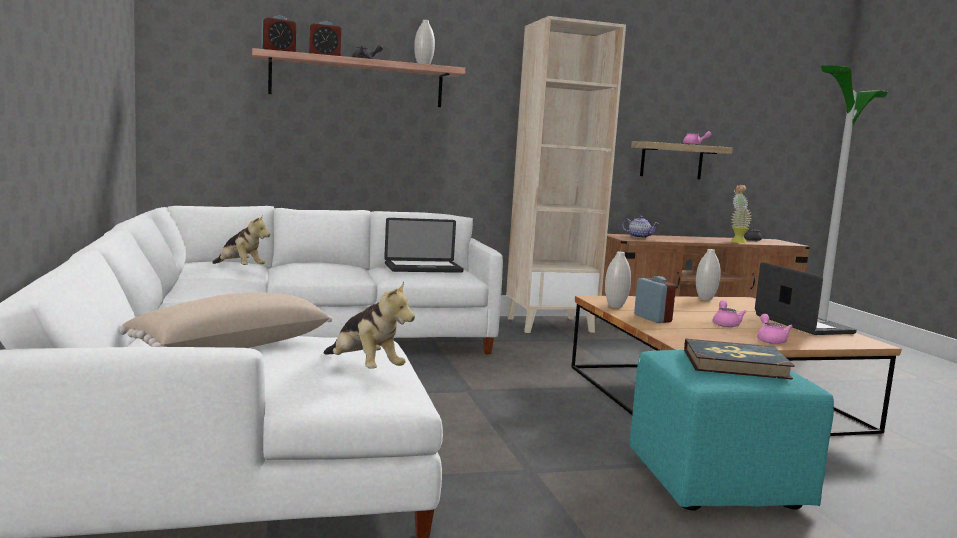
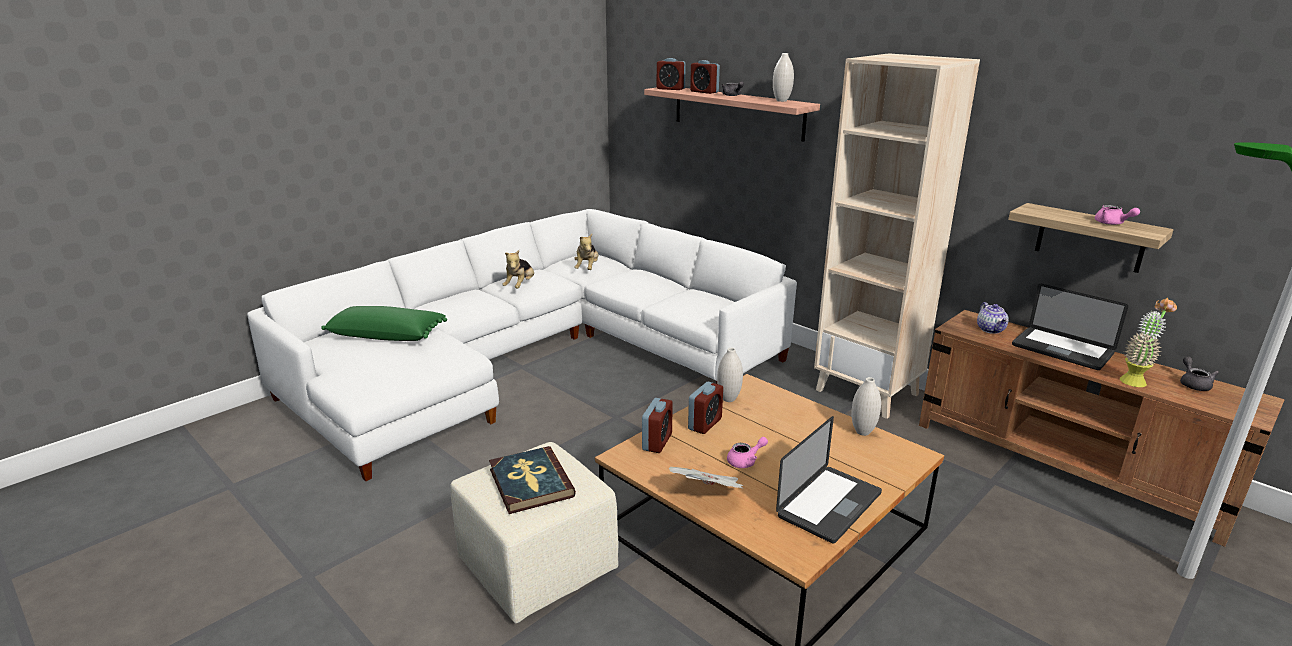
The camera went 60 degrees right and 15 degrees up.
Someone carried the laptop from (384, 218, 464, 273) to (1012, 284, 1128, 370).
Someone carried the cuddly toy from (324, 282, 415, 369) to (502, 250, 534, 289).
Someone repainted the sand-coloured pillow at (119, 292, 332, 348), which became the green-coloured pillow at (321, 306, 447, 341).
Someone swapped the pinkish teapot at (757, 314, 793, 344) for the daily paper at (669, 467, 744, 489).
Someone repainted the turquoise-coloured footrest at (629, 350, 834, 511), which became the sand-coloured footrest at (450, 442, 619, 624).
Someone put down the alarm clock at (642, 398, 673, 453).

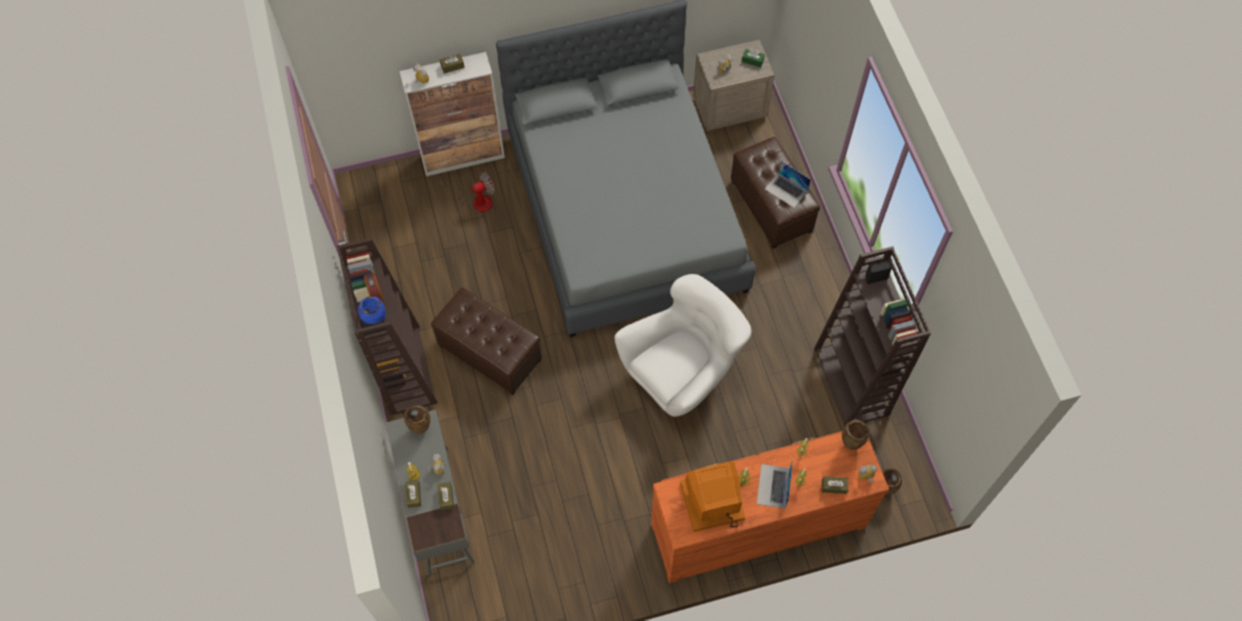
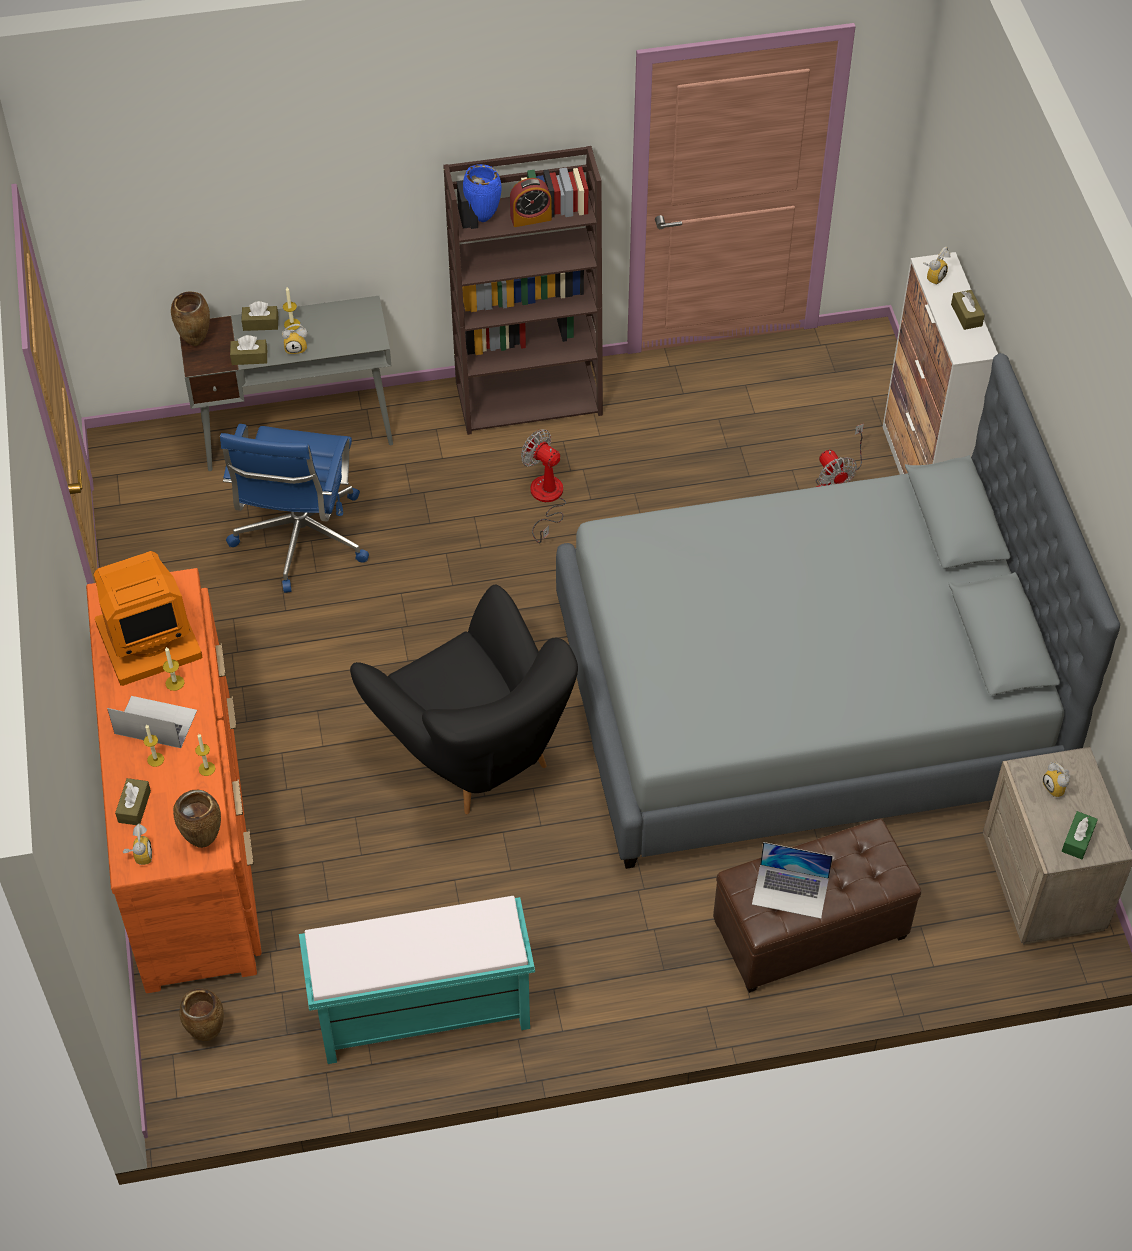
The camera went 95 degrees right and 10 degrees down.
Someone rotated the laptop at (765, 161, 811, 208) by 120 degrees counterclockwise.
Someone swapped the brown bookshelf at (814, 246, 931, 426) for the turquoise-coloured indoor bench at (299, 896, 535, 1064).
Someone repainted the white lounge chair at (614, 274, 752, 417), which became the blackish lounge chair at (350, 584, 578, 814).
Someone swapped the brown footrest at (431, 287, 542, 395) for the electric fan at (521, 429, 566, 543).
Someone carried the brown decorative vase from (404, 405, 430, 434) to (171, 291, 210, 346).
Someone rotated the monitor at (680, 462, 745, 532) by 75 degrees clockwise.
Someone put down the blue-coloured office chair at (220, 424, 369, 593).

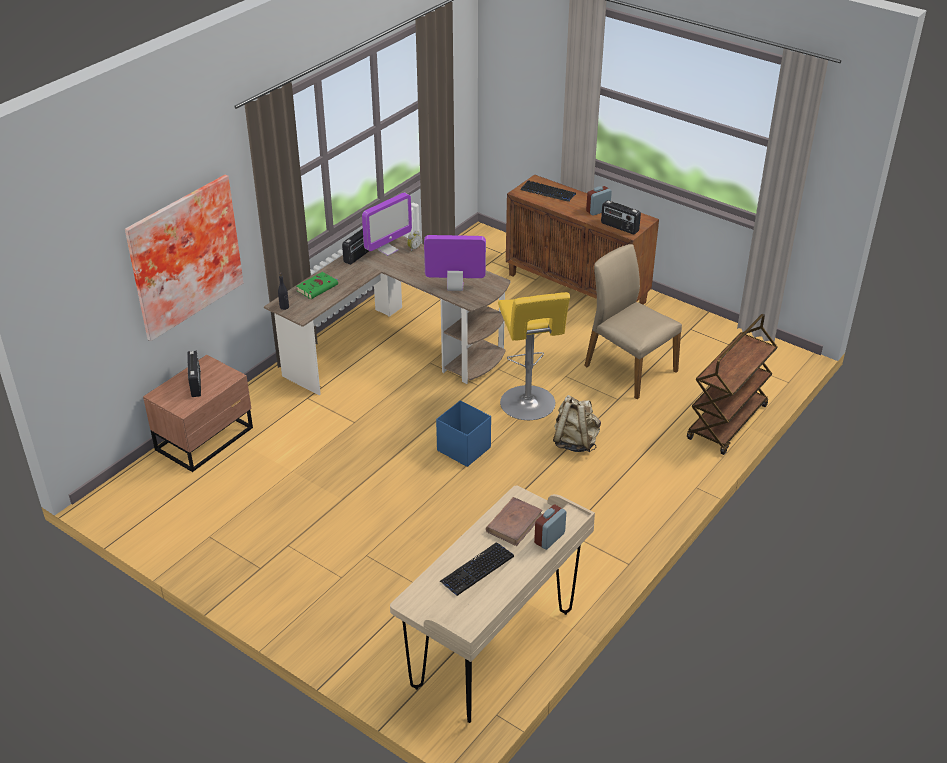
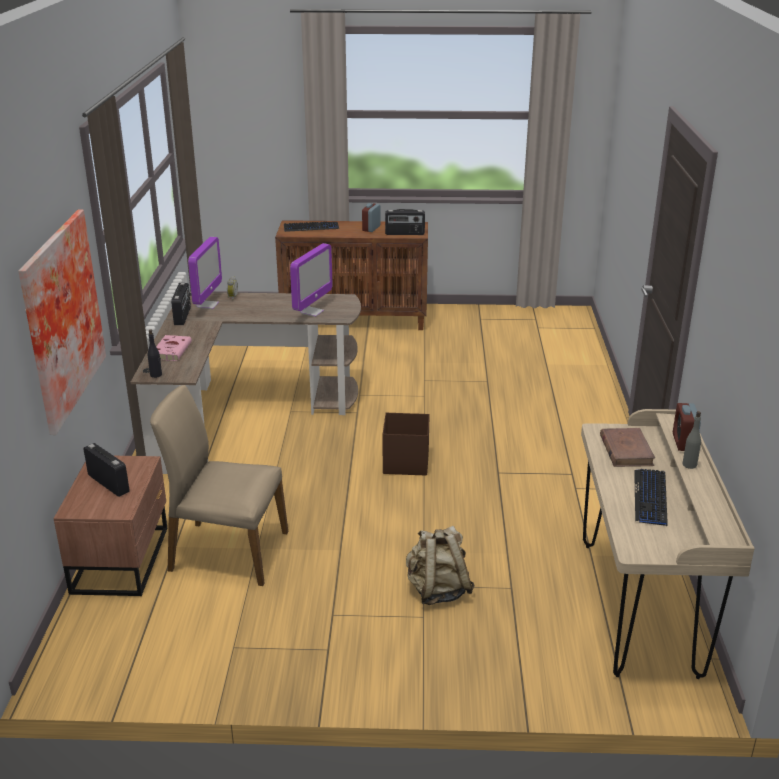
The camera went 35 degrees left and 10 degrees down.
Someone rotated the monitor at (424, 235, 486, 291) by 150 degrees clockwise.
Someone carried the sand-coloured chair from (584, 244, 682, 399) to (150, 385, 288, 586).
Someone repainted the green-coloured book at (297, 272, 338, 299), which became the pinkish book at (156, 335, 192, 361).
Someone took away the yellowish sitting stool at (498, 292, 570, 420).
Someone took away the brown wheeled cart at (687, 314, 778, 455).
Someone carried the sand-coloured knapsack from (553, 395, 601, 452) to (406, 526, 475, 605).
Someone repainted the blue-coloured storage container at (436, 400, 491, 467), which became the brown storage container at (383, 413, 430, 476).
Someone put down the gray beverage bottle at (682, 411, 701, 469).

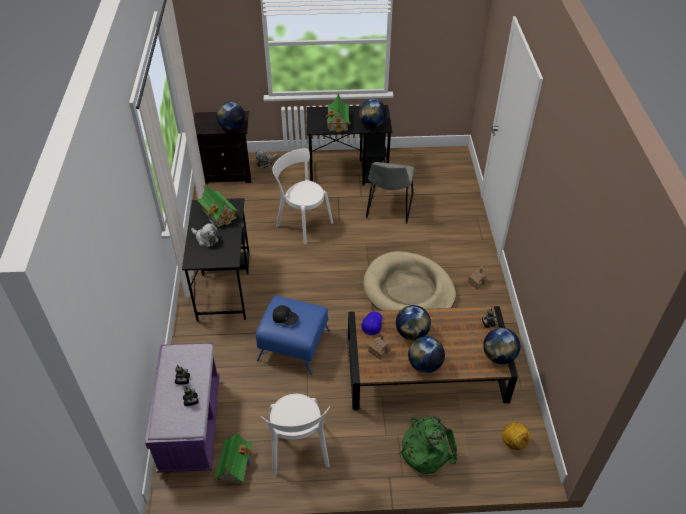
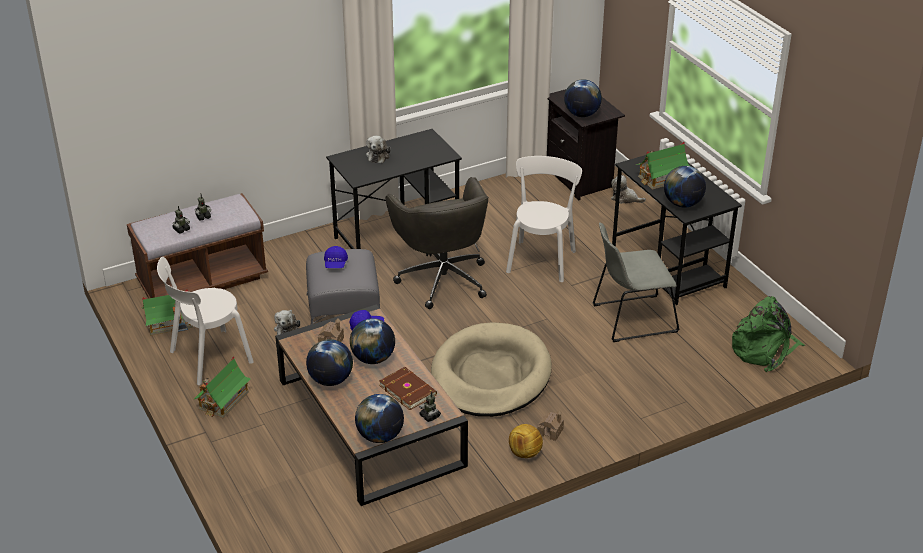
The camera went 65 degrees right and 10 degrees down.
Someone carried the toy house from (198, 183, 238, 227) to (194, 356, 251, 418).
Someone repainted the blue-coloured footrest at (256, 296, 330, 375), which became the gray footrest at (306, 249, 380, 325).
Someone repainted the blackish cap at (273, 305, 299, 325), which became the blue-coloured cap at (324, 246, 348, 268).
Someone repainted the purple-coloured indoor bench at (145, 343, 220, 473), which became the brown indoor bench at (127, 193, 268, 298).
Someone carried the green-coloured knapsack from (398, 415, 457, 474) to (732, 296, 805, 372).
Someone carried the football ball from (502, 422, 530, 450) to (509, 424, 543, 458).
Someone put down the gray office chair at (386, 177, 489, 309).
Someone put down the cuddly toy at (274, 310, 300, 335).
Someone put down the brown book at (379, 367, 437, 410).

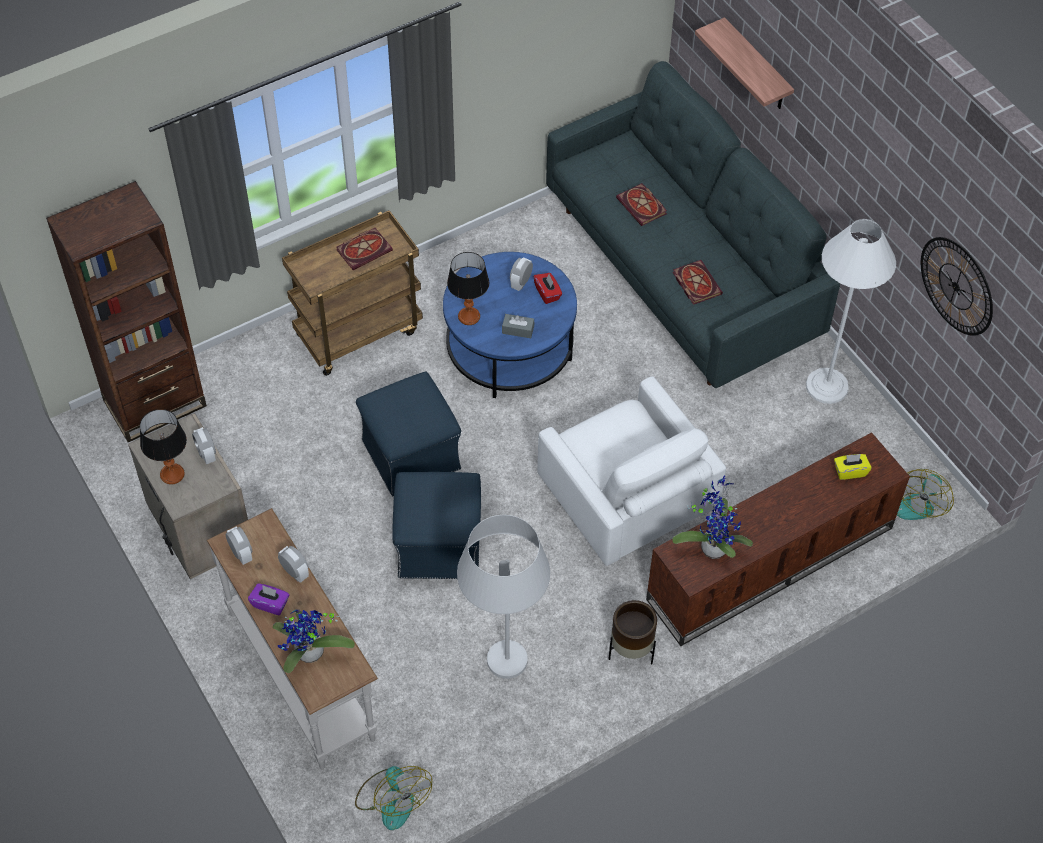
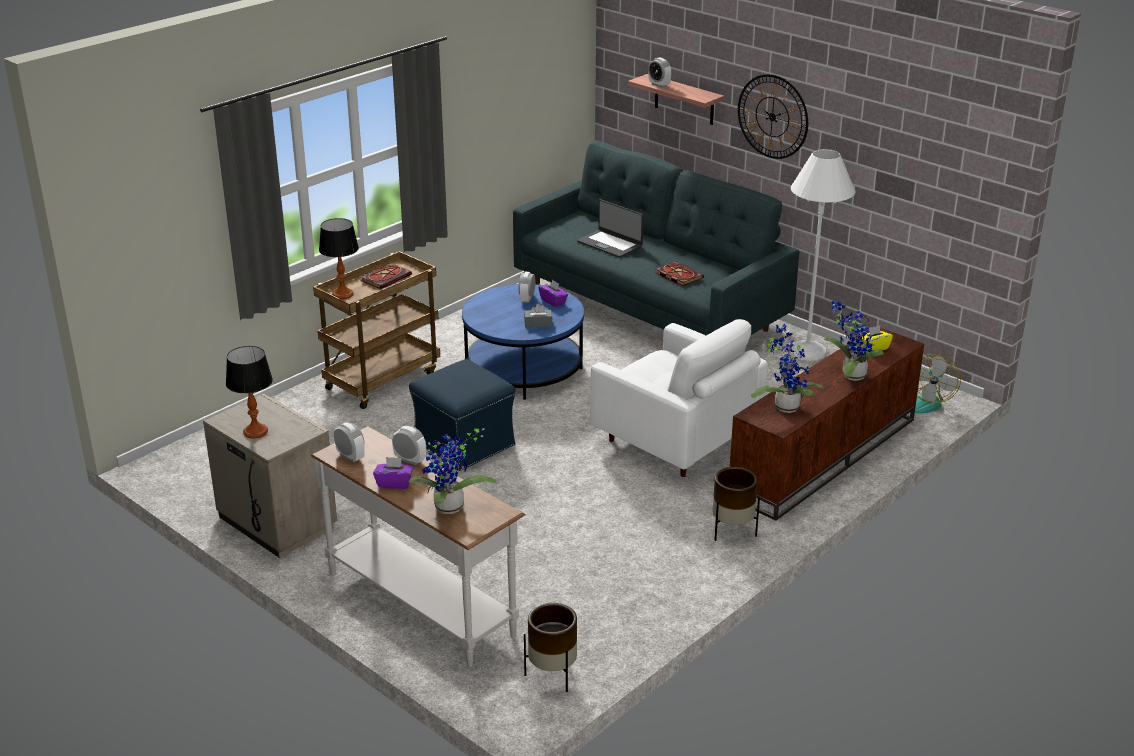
The camera went 15 degrees left and 25 degrees down.
Someone took away the brown bookshelf at (46, 181, 207, 442).
Someone swapped the book at (616, 183, 667, 226) for the laptop at (577, 199, 644, 258).
Someone carried the hanging clock from (921, 237, 993, 336) to (738, 74, 808, 159).
Someone carried the tabletop lamp from (447, 252, 489, 325) to (319, 218, 359, 299).
Someone repainted the reddish box of tissues at (534, 273, 562, 304), which became the purple-coloured box of tissues at (539, 279, 568, 307).
Someone carried the alarm clock from (192, 427, 216, 464) to (648, 57, 671, 88).
Someone took away the blue-coloured footrest at (392, 472, 481, 579).
Someone took away the white standing lamp at (457, 515, 550, 679).
Someone swapped the electric fan at (355, 766, 432, 830) for the brown plant pot at (524, 603, 577, 692).
Someone put down the plant in a pot at (824, 300, 884, 381).

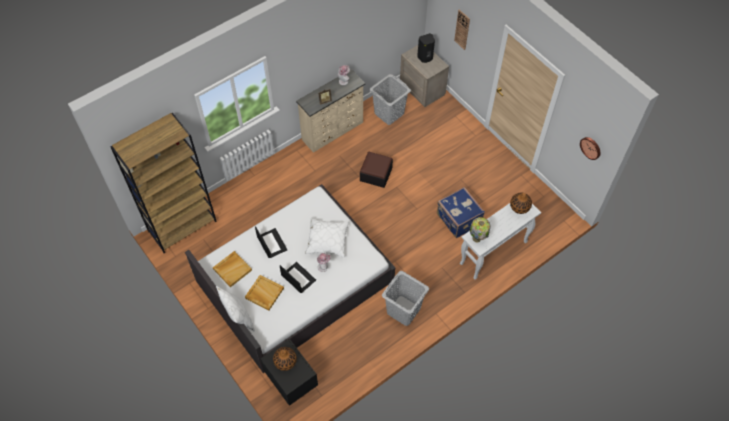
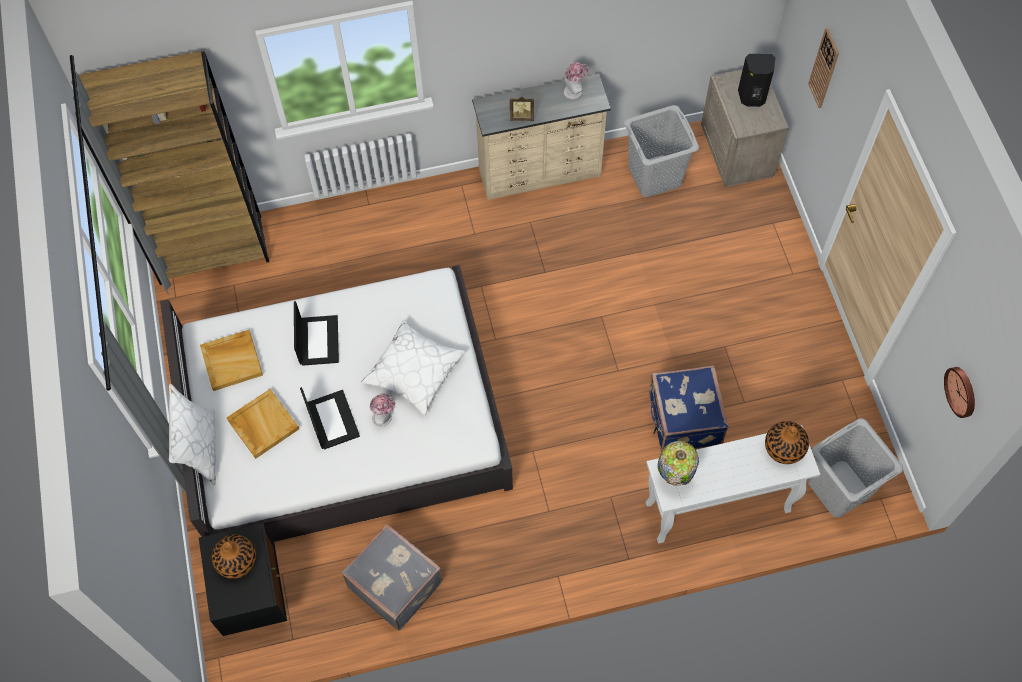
The camera went 25 degrees right and 5 degrees up.
Someone took away the footrest at (360, 152, 393, 188).
Someone carried the gray hamper from (382, 271, 429, 326) to (808, 418, 903, 517).
Someone put down the gray suitcase at (342, 524, 442, 631).

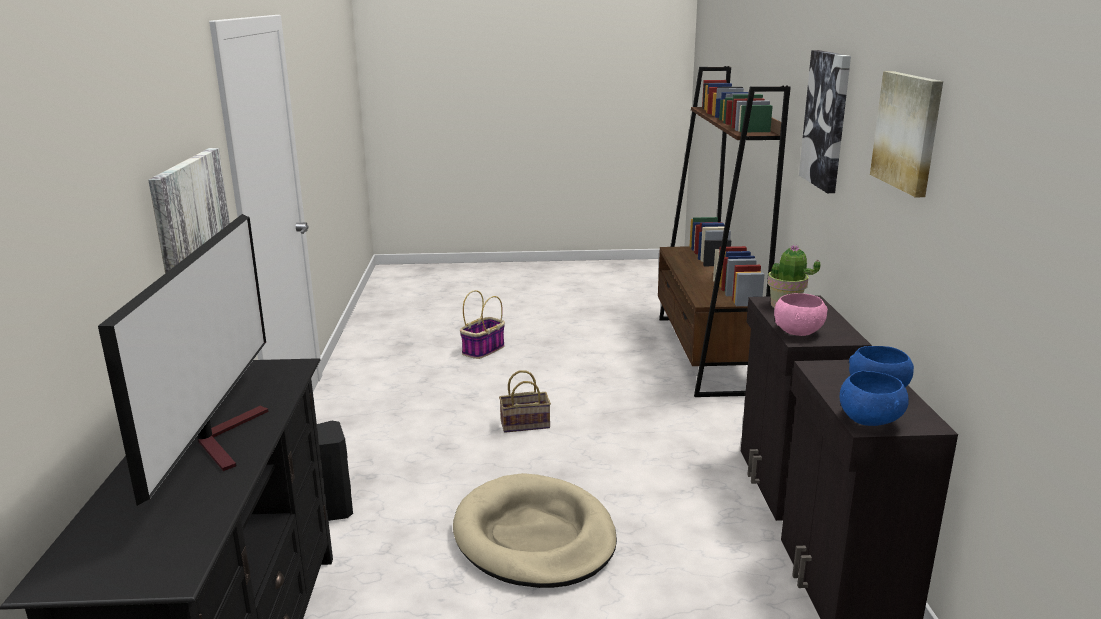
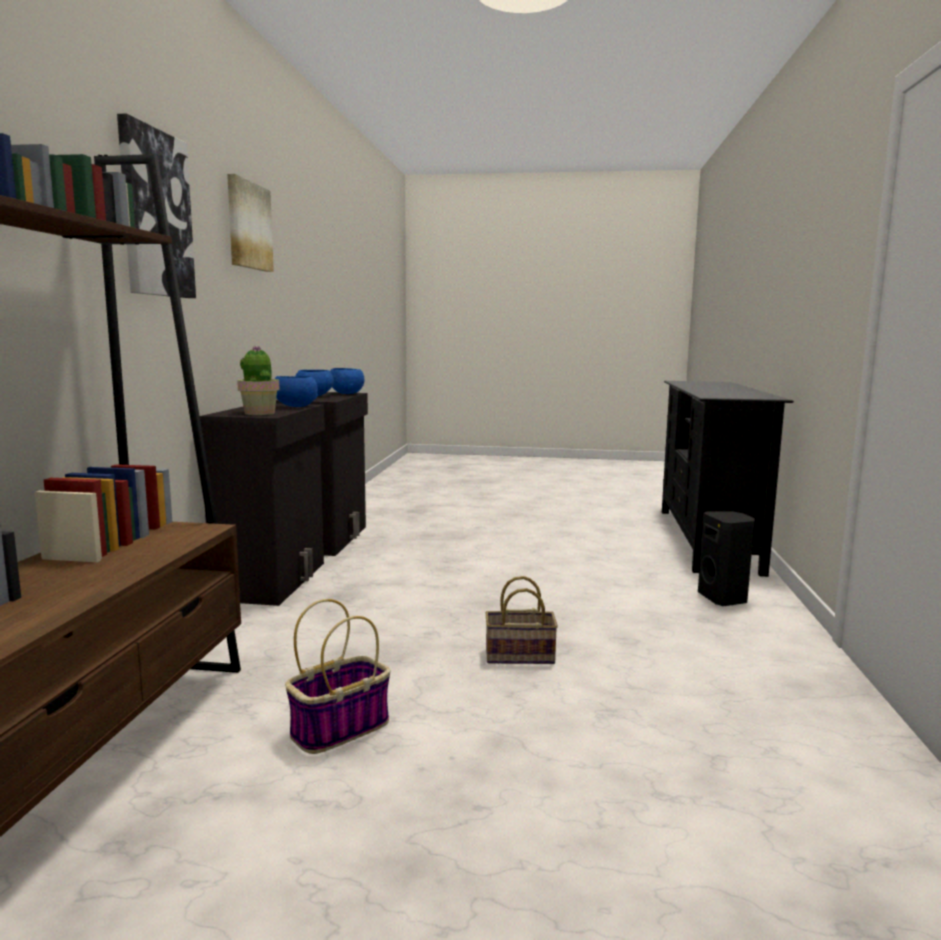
The camera went 170 degrees left and 10 degrees down.
Someone took away the wall picture at (148, 148, 230, 273).
Someone took away the TV at (98, 214, 268, 506).
Someone carried the storage basket from (460, 290, 505, 359) to (285, 599, 391, 754).
Someone repainted the pinkish deep dish at (774, 293, 828, 336), which became the blue-coloured deep dish at (275, 376, 318, 407).
Someone took away the sand-coloured pet bed at (453, 473, 617, 588).

